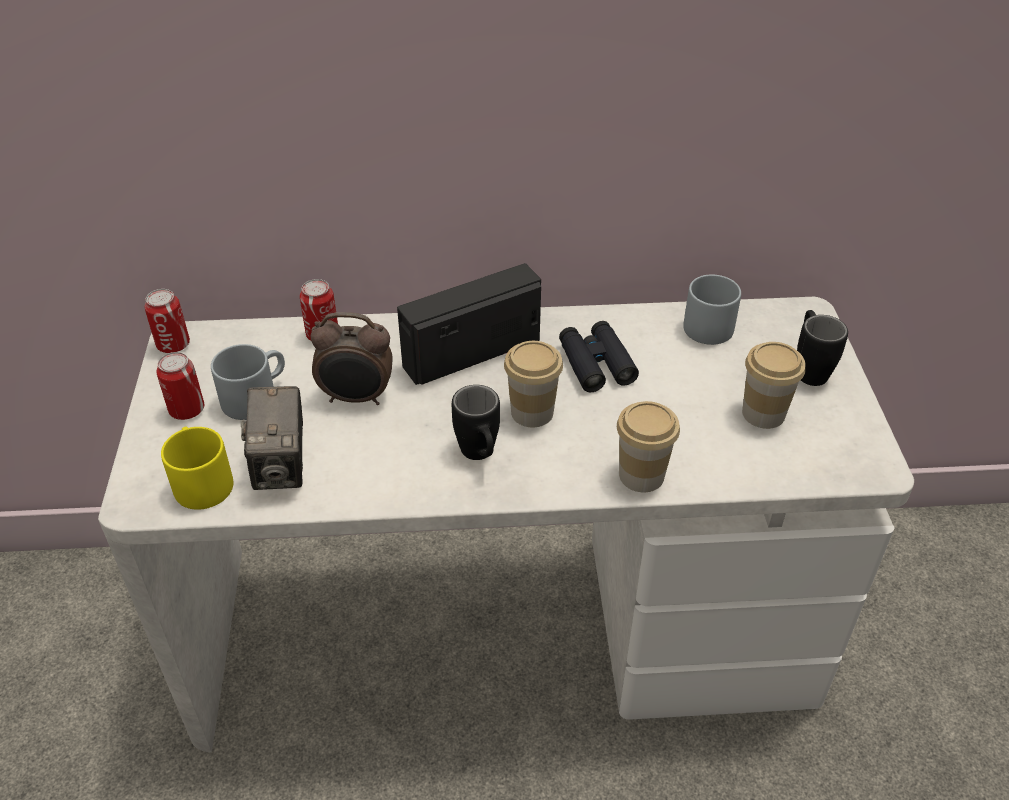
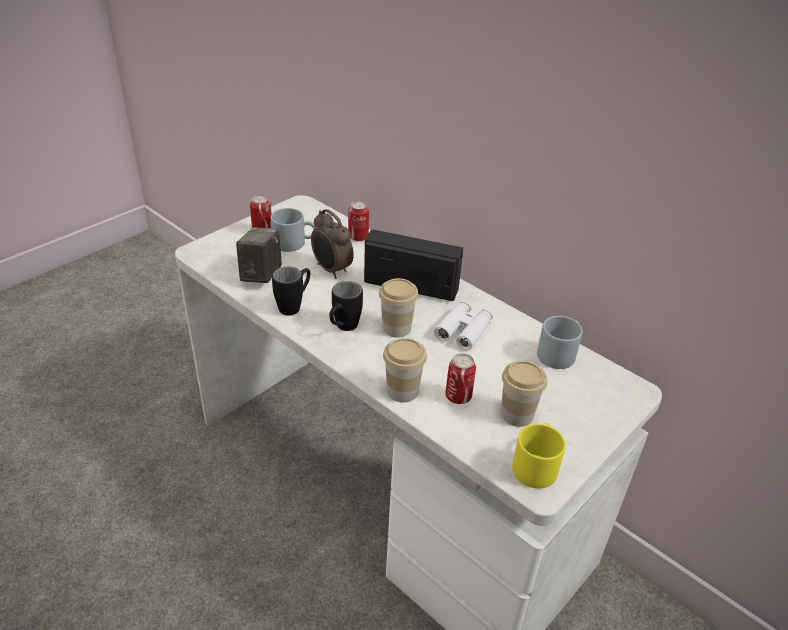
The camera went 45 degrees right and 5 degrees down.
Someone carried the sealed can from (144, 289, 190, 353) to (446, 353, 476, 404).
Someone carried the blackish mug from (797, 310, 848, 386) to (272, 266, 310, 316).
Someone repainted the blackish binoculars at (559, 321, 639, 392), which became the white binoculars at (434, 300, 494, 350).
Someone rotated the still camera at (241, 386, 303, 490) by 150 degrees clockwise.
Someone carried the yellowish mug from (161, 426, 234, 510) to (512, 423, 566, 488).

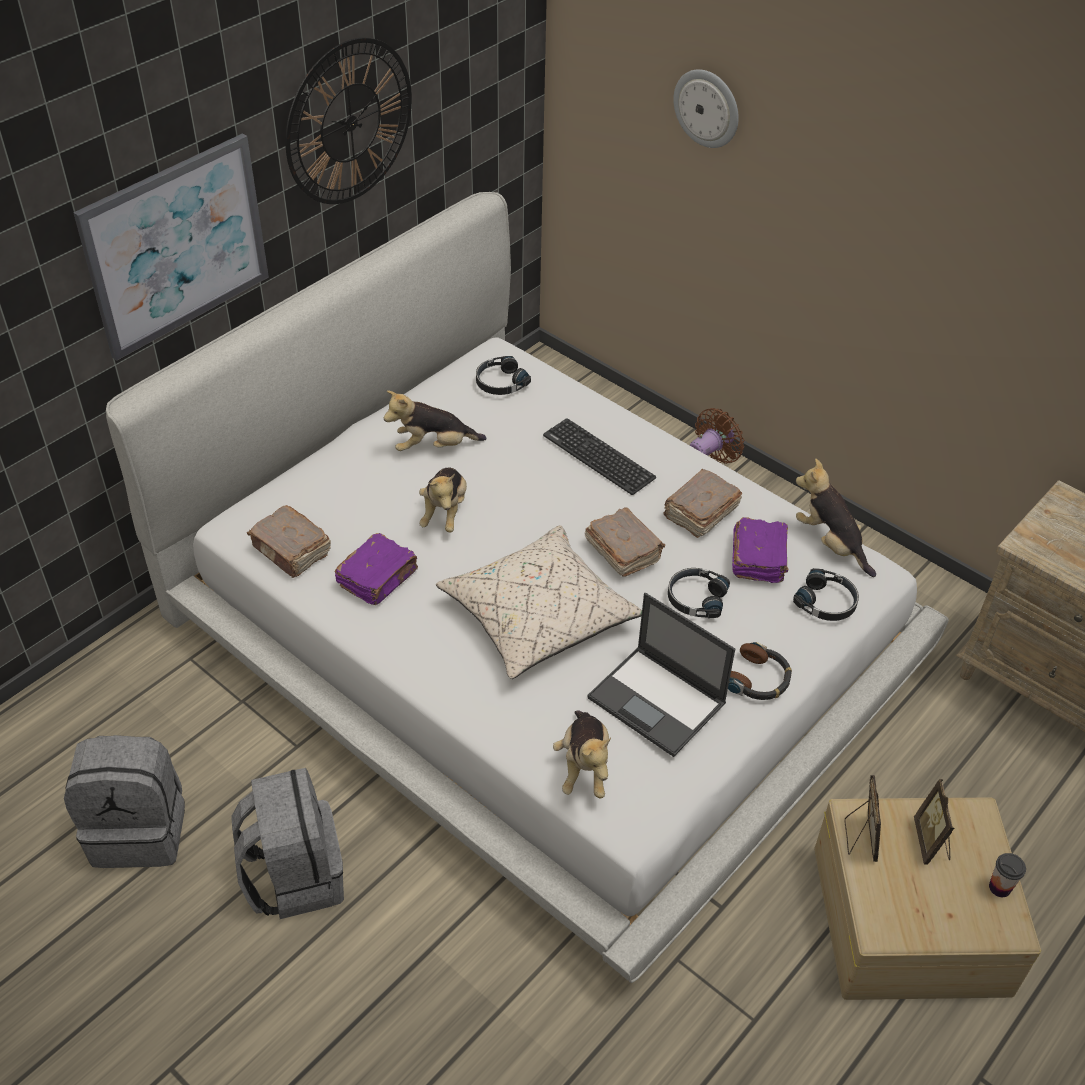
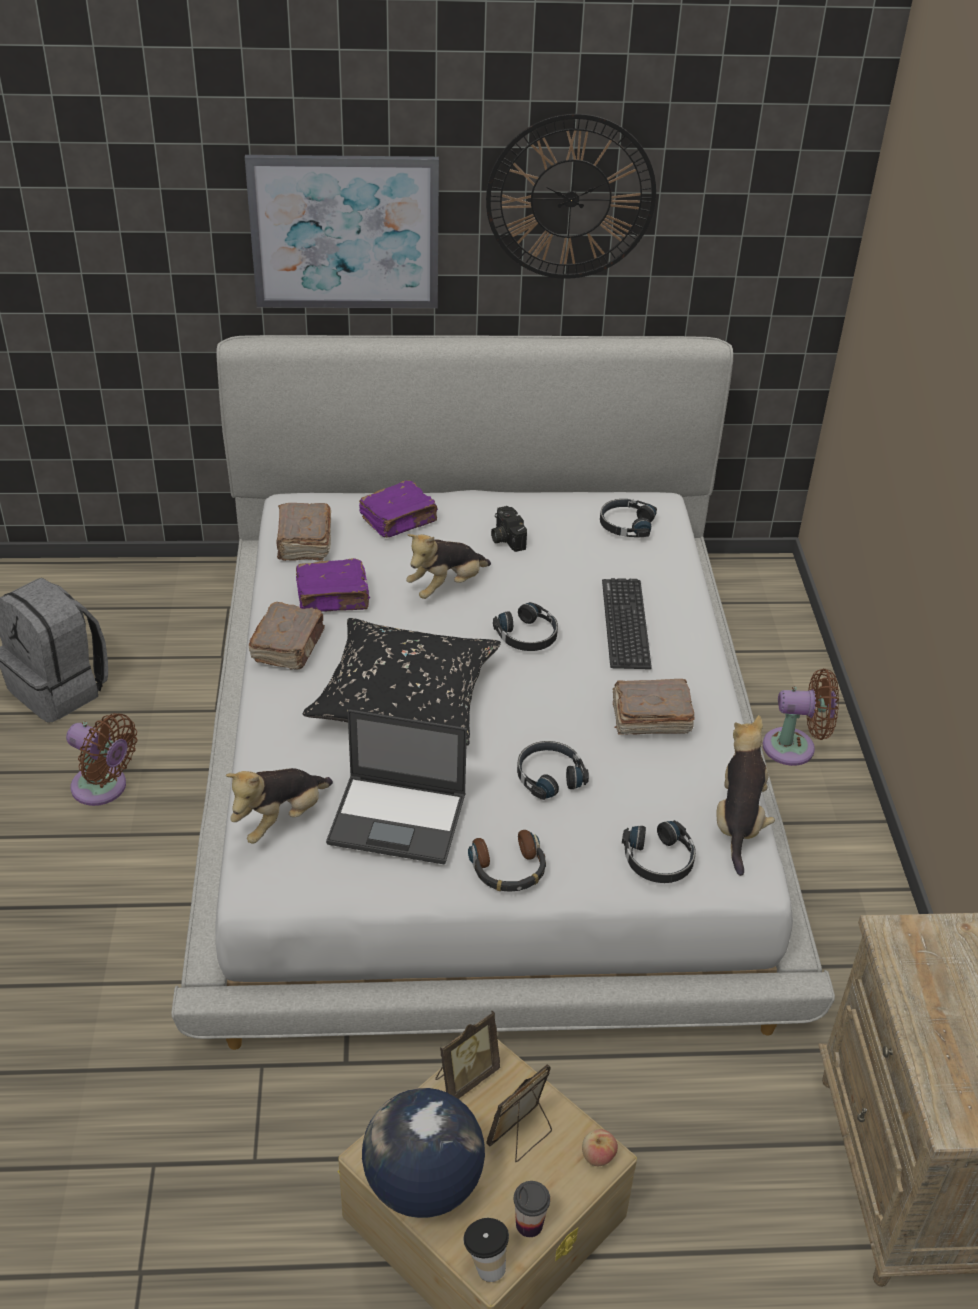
The camera went 45 degrees right and 5 degrees down.
Someone took away the hanging clock at (673, 69, 739, 148).
Someone swapped the cuddly toy at (384, 391, 487, 451) for the still camera at (491, 506, 527, 552).
Someone carried the brown book from (585, 507, 665, 577) to (249, 602, 325, 670).
Someone carried the purple-coloured book from (732, 517, 788, 583) to (359, 480, 438, 538).
Someone repainted the sand-coloured pillow at (436, 525, 642, 679), which became the blackish pillow at (303, 618, 501, 745).
Someone rotated the laptop at (587, 593, 735, 757) by 75 degrees counterclockwise.
Someone swapped the gray knapsack at (231, 768, 344, 919) for the brown electric fan at (66, 713, 137, 806).
Someone put down the blackish pair of headphones at (493, 602, 558, 651).
Someone put down the desk globe at (362, 1088, 485, 1218).
Someone put down the apple at (582, 1129, 618, 1166).
Someone put down the cup at (463, 1218, 509, 1282).

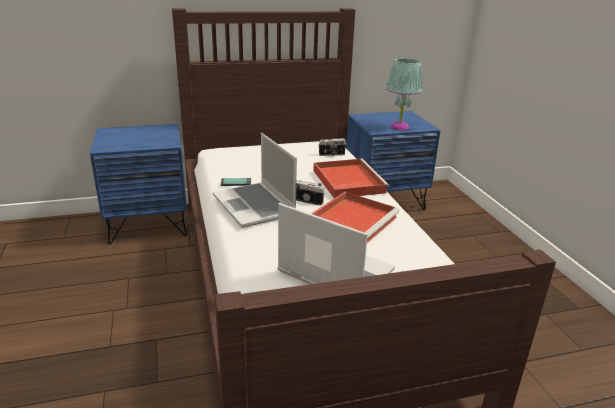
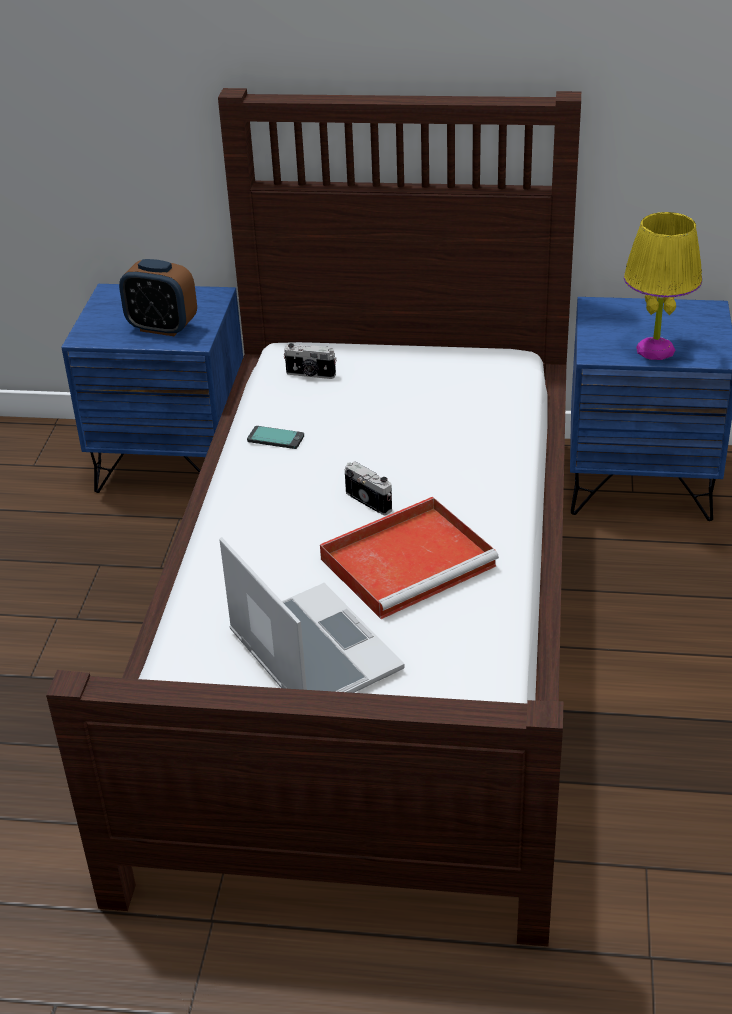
The camera went 25 degrees right and 10 degrees up.
Someone repainted the turquoise-coloured tabletop lamp at (386, 58, 423, 130), which became the yellowish tabletop lamp at (624, 212, 702, 360).
Someone took away the laptop at (213, 133, 297, 228).
Someone carried the still camera from (318, 138, 347, 156) to (283, 343, 336, 379).
Someone took away the reddish tray at (313, 159, 389, 198).
Someone put down the alarm clock at (119, 259, 197, 336).

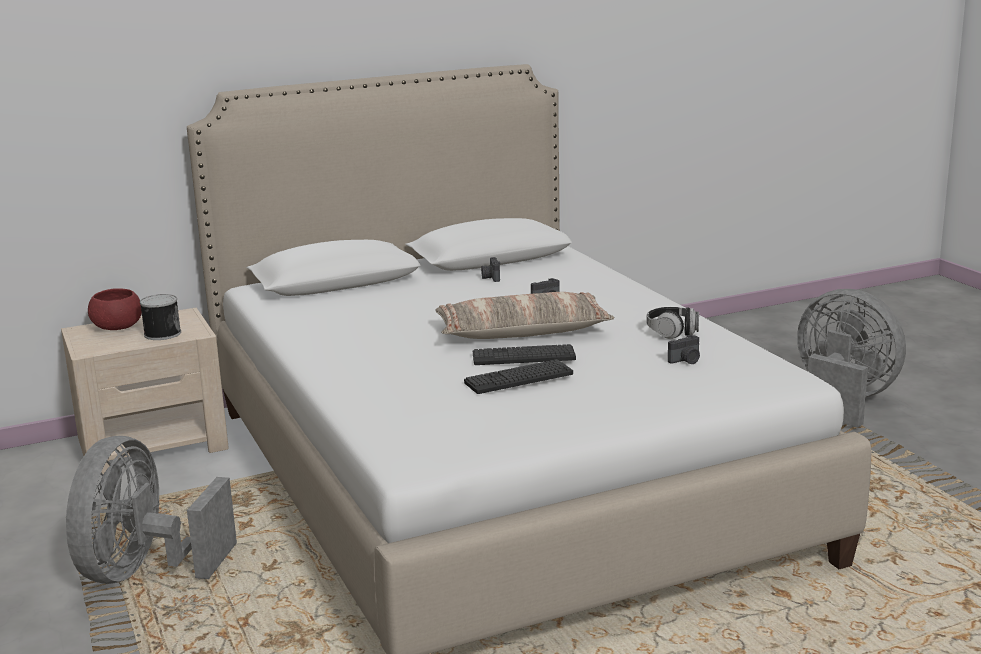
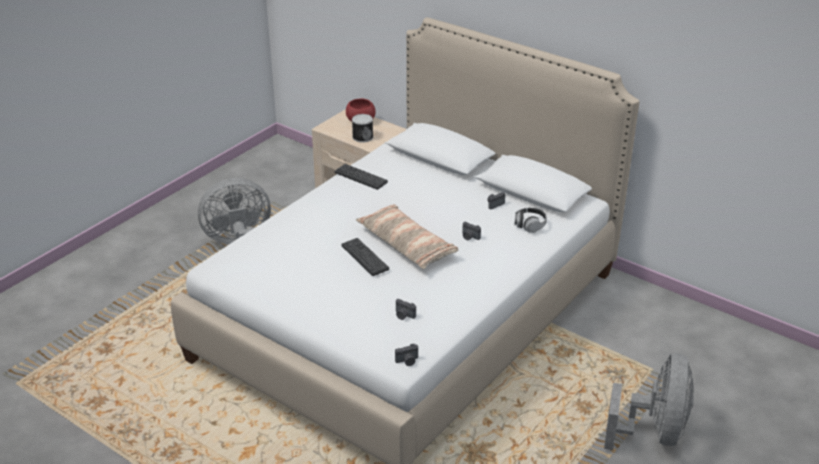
The camera went 60 degrees right and 15 degrees up.
Someone carried the pair of headphones from (646, 307, 699, 339) to (514, 208, 547, 233).
Someone carried the PC keyboard from (464, 359, 573, 394) to (335, 164, 388, 190).
Someone put down the still camera at (395, 344, 418, 366).

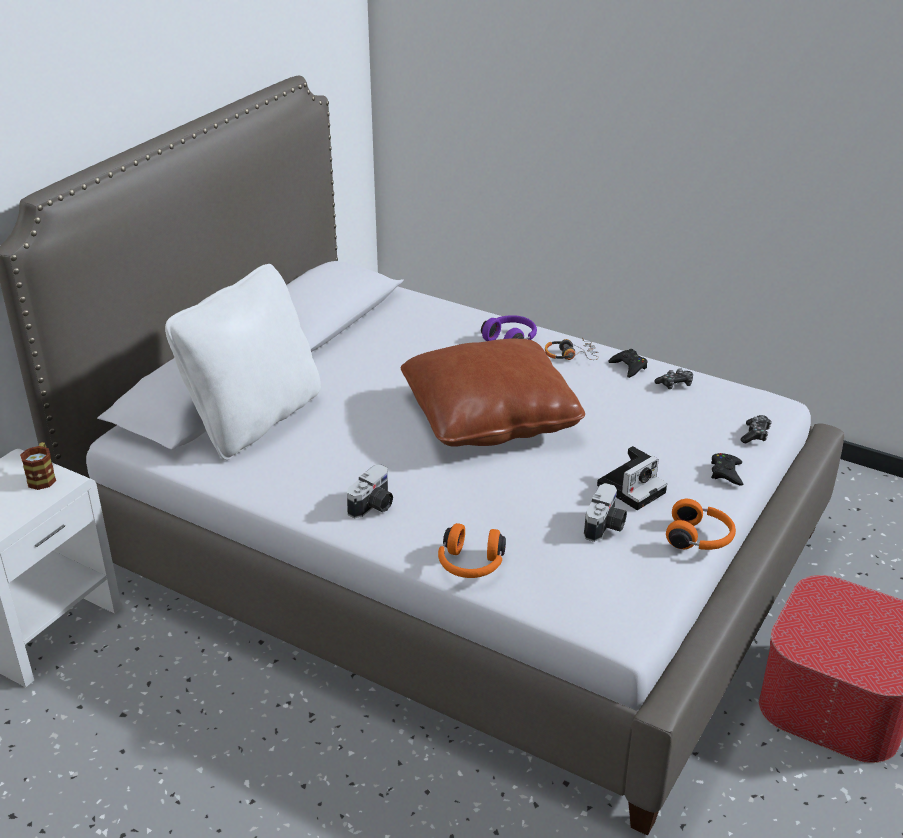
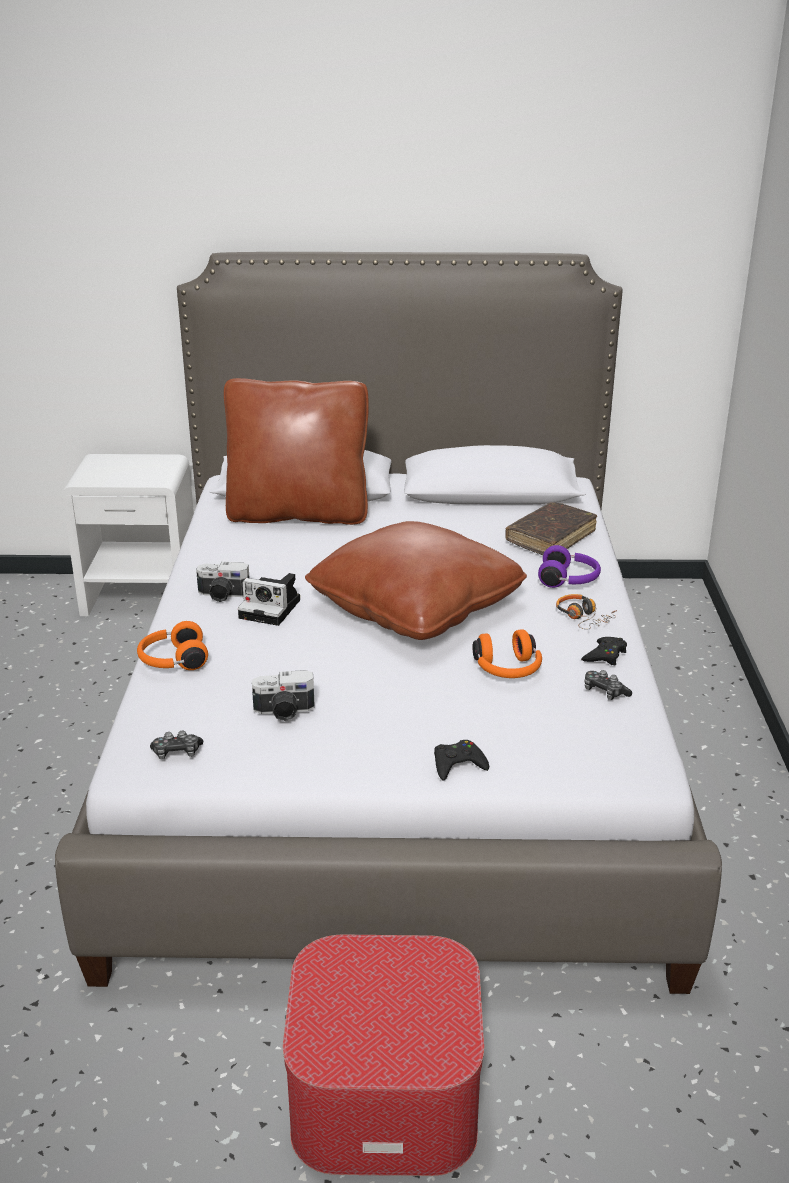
The camera went 60 degrees right and 5 degrees down.
Someone repainted the white pillow at (165, 264, 321, 460), which became the brown pillow at (224, 378, 369, 525).
Someone carried the gamepad from (741, 415, 772, 443) to (150, 731, 203, 759).
Someone took away the mug at (20, 442, 56, 490).
Someone carried the still camera from (597, 446, 667, 510) to (238, 573, 300, 626).
Someone carried the orangey pair of headphones from (666, 499, 736, 550) to (473, 630, 542, 678).
Someone put down the brown book at (505, 502, 597, 555).

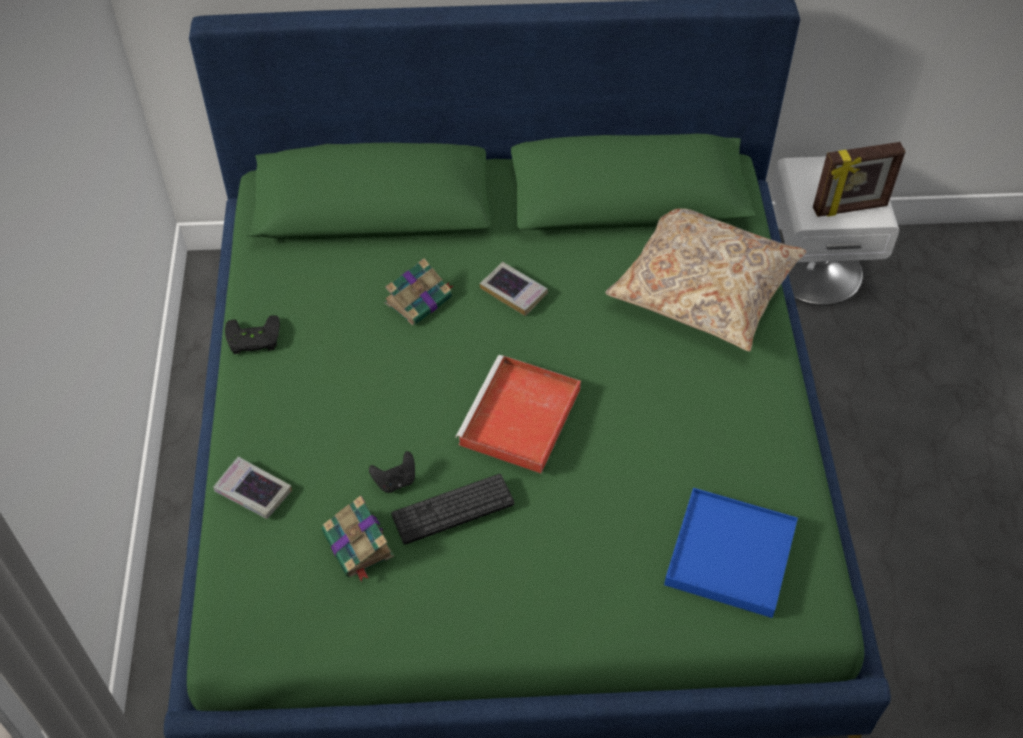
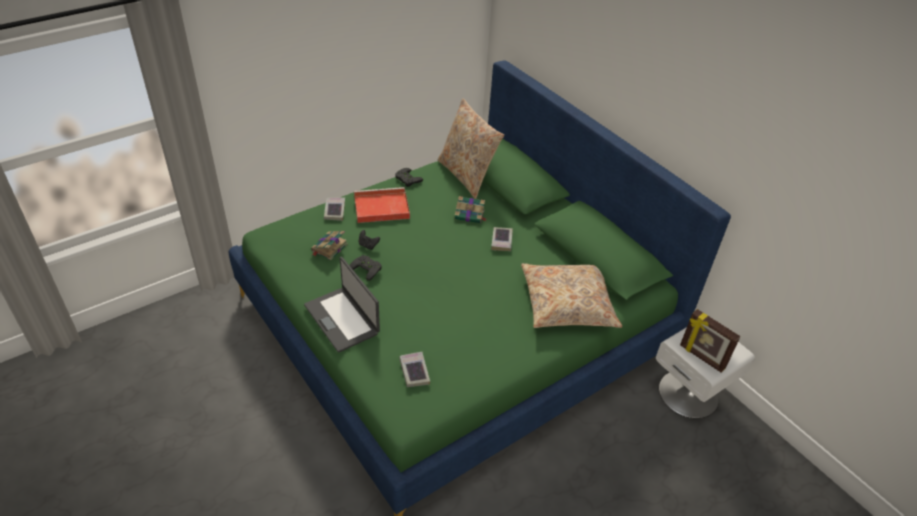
The camera went 55 degrees right and 10 degrees down.
Someone carried the reddish tray from (456, 355, 581, 473) to (354, 187, 410, 223).
Someone swapped the PC keyboard at (391, 474, 514, 545) for the blackish gamepad at (349, 255, 382, 281).
Someone swapped the blue-coloured tray at (664, 488, 798, 618) for the book at (399, 352, 430, 387).
Someone put down the sand-coloured pillow at (438, 98, 504, 199).
Someone put down the laptop at (304, 257, 380, 353).

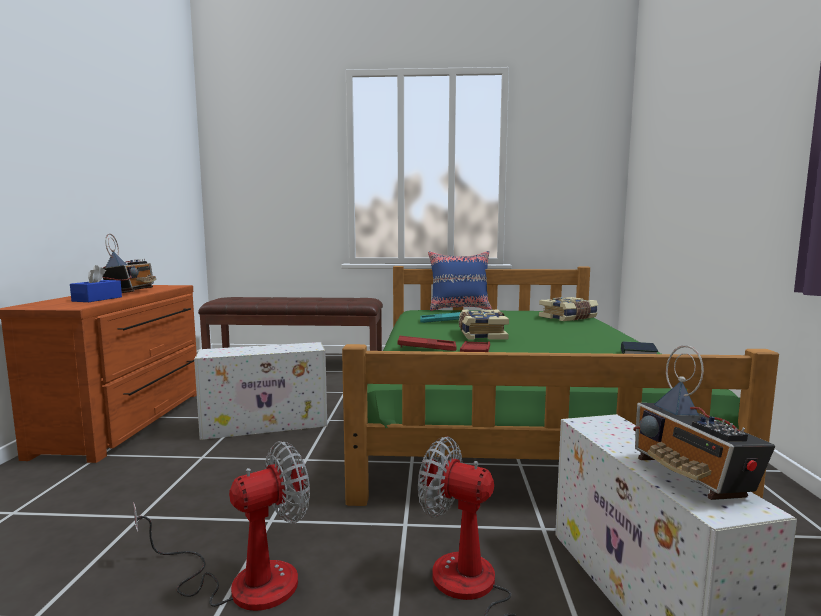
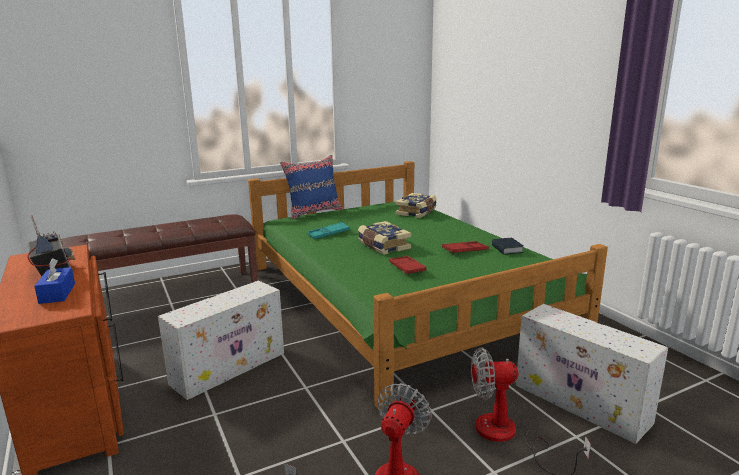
The camera went 30 degrees left and 10 degrees up.
Someone carried the reddish tray from (398, 336, 457, 351) to (442, 241, 489, 254).
Someone took away the radio set at (633, 345, 775, 500).

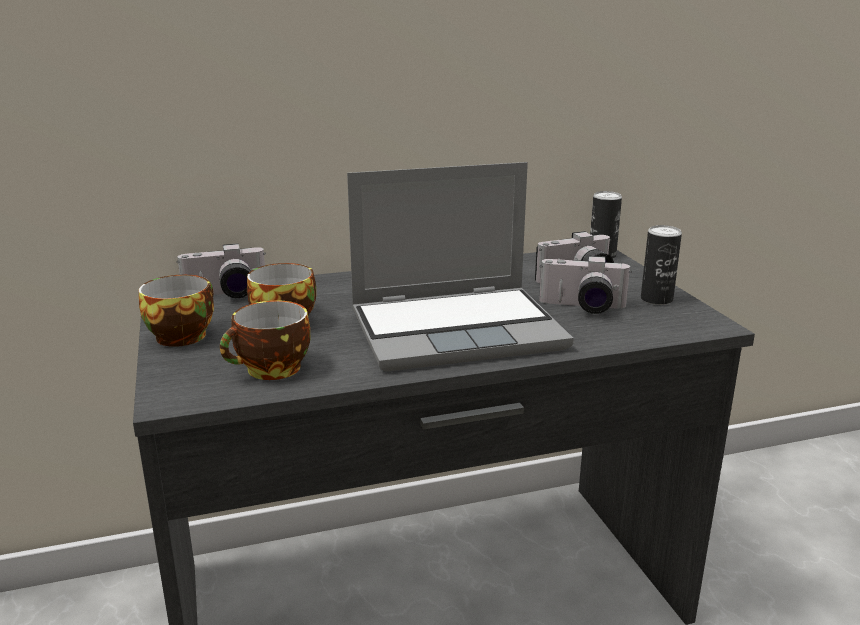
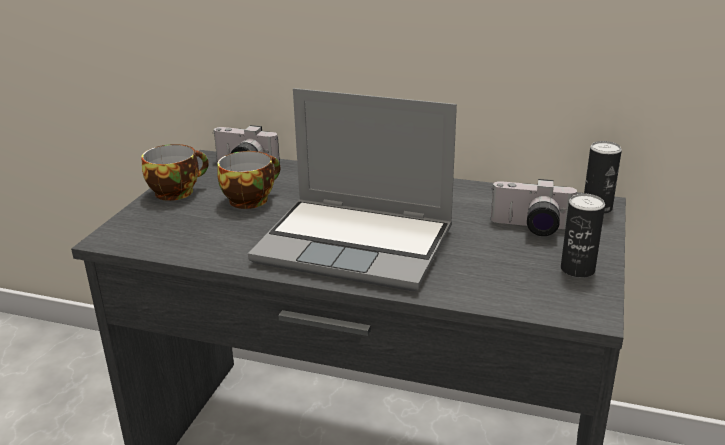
The camera went 35 degrees right and 5 degrees up.
Someone took away the still camera at (539, 256, 632, 314).
Someone took away the cup at (220, 300, 310, 380).

